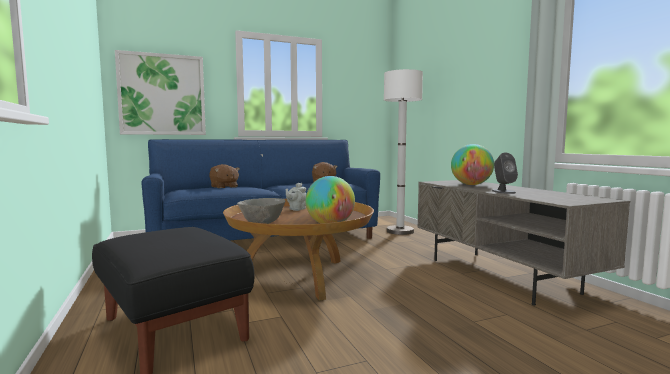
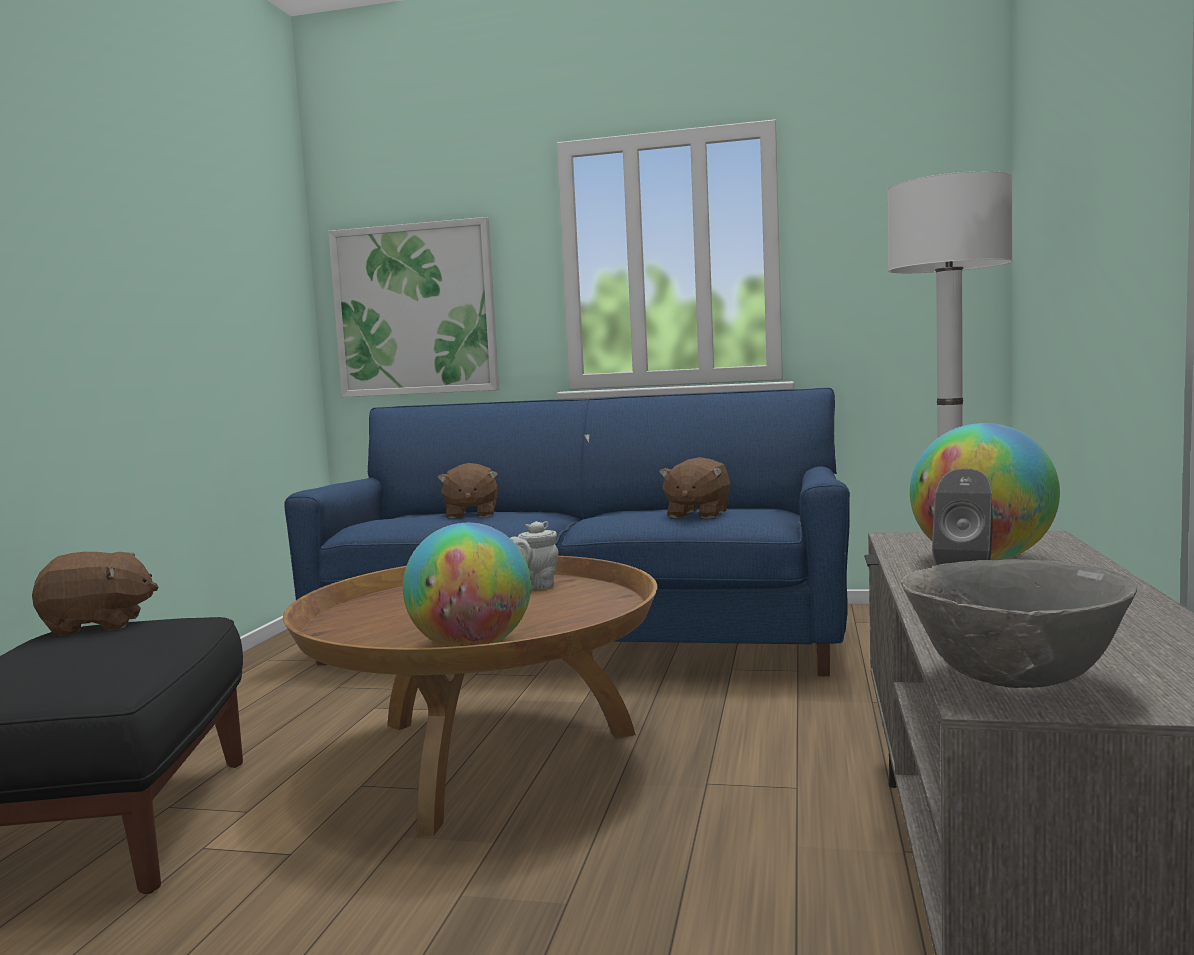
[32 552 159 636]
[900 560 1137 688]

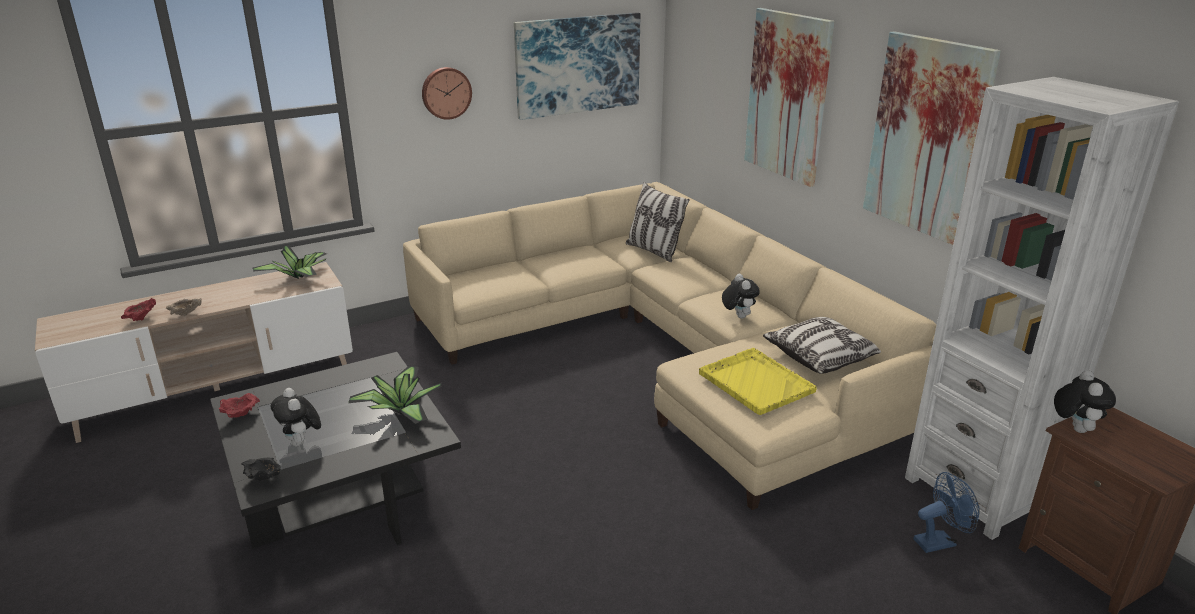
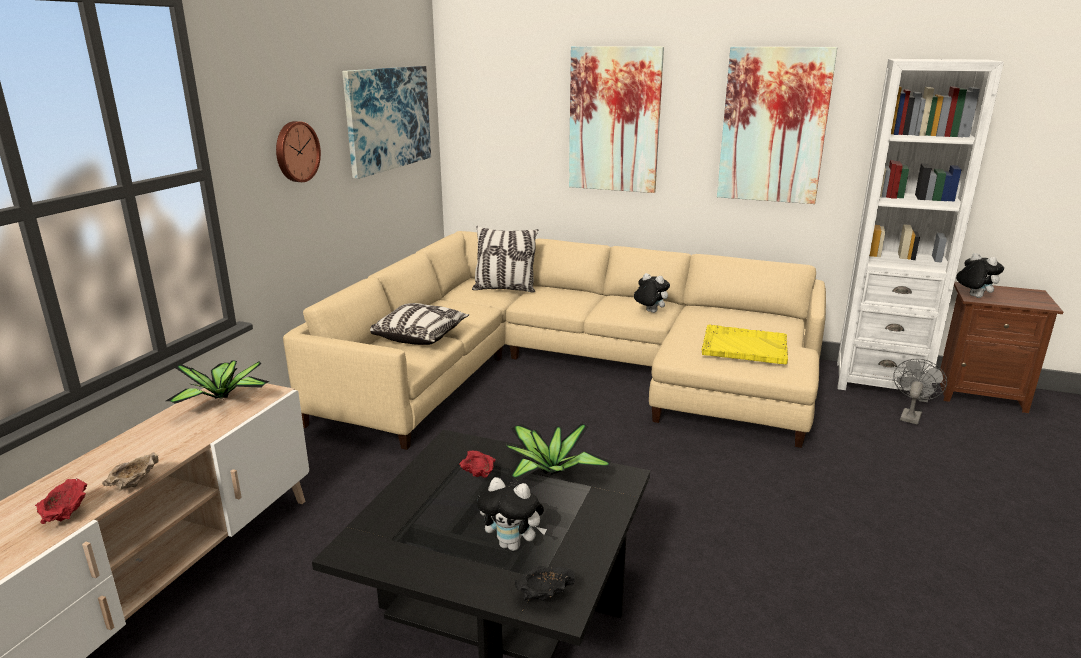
[370 303 469 345]
[459 451 496 478]
[893 359 947 425]

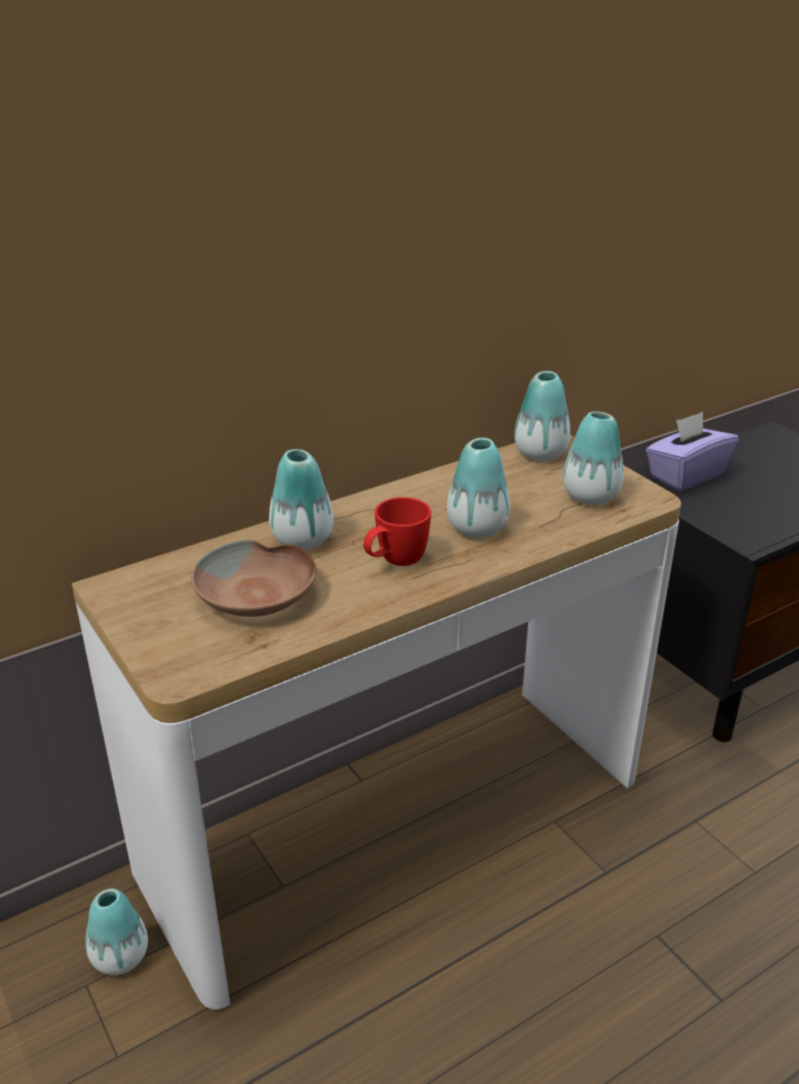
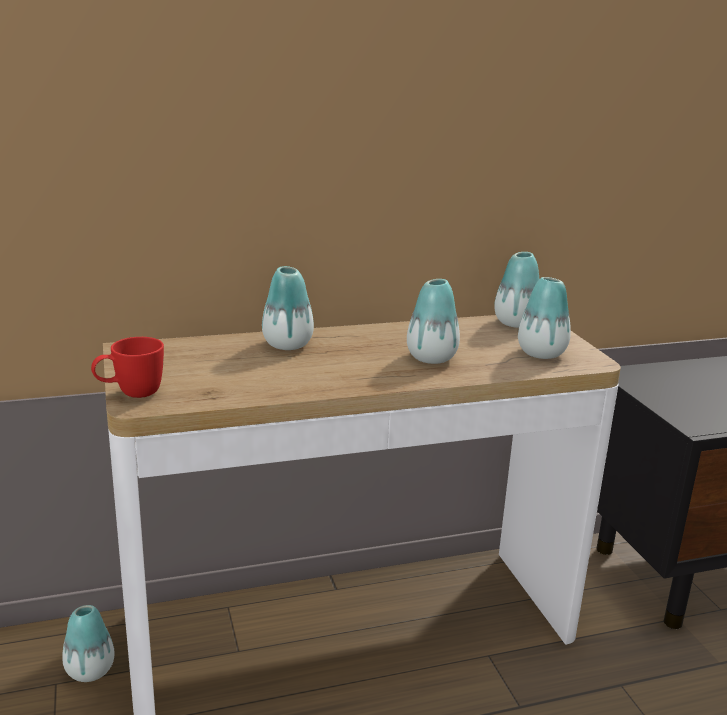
[91 337 164 398]
[191 539 316 617] (first image)
[646 412 739 491] (first image)

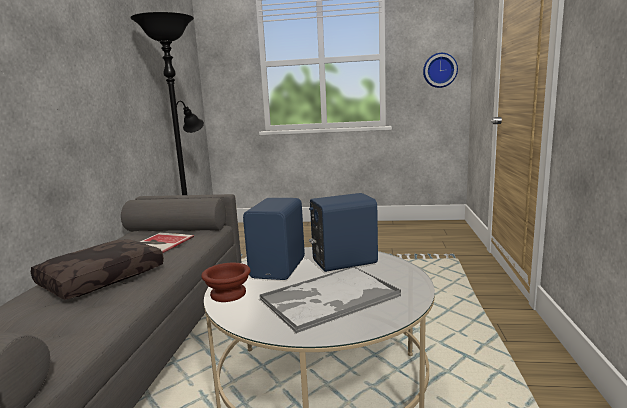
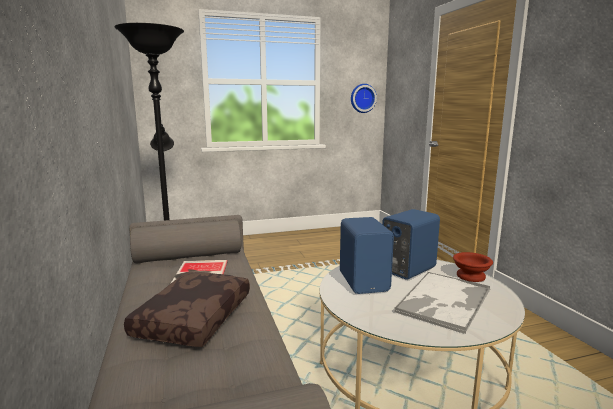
[453 252 493 282]

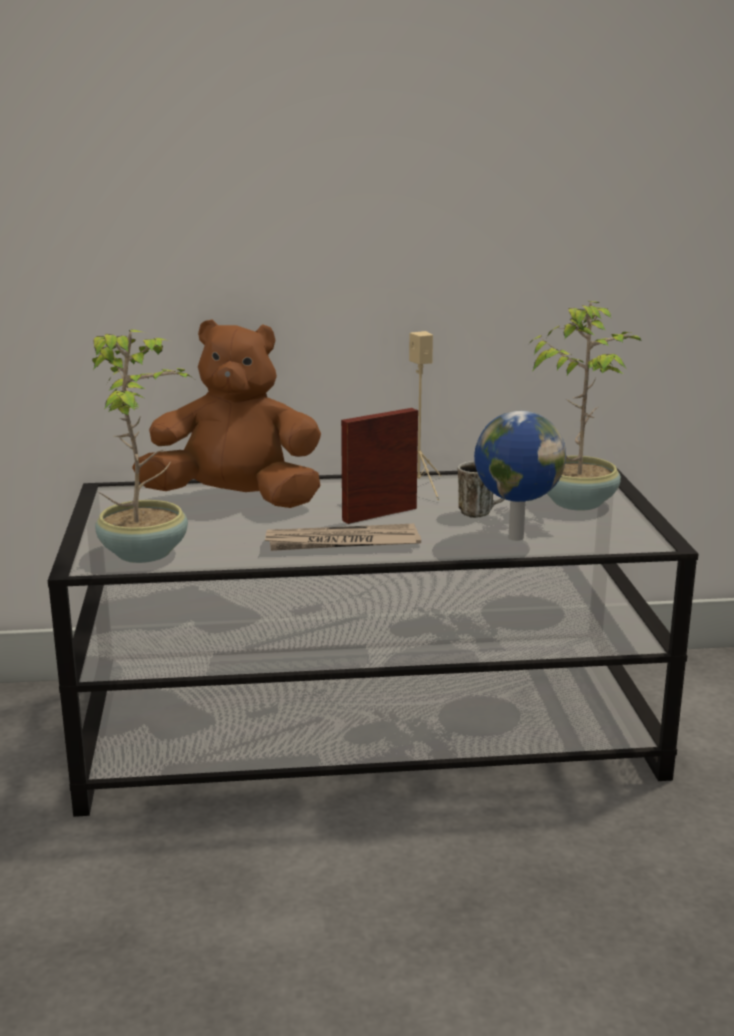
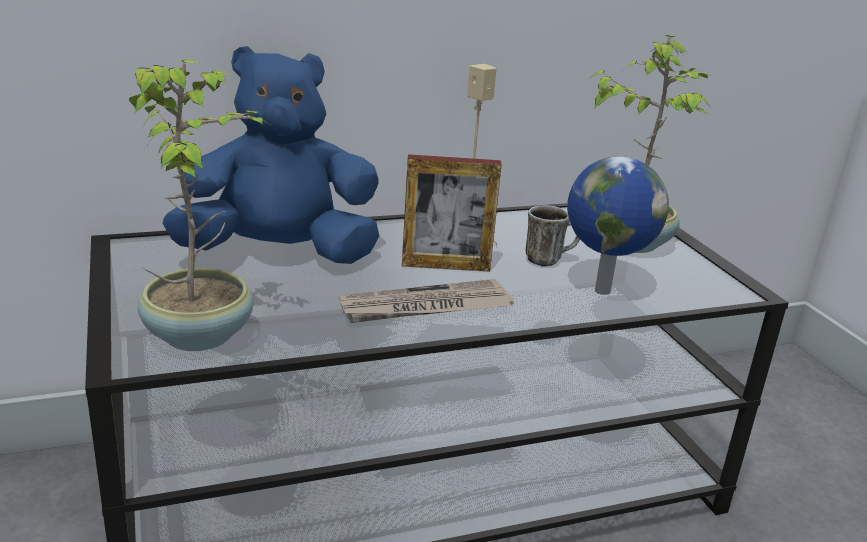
[163 46 379 264]
[402 154 502 272]

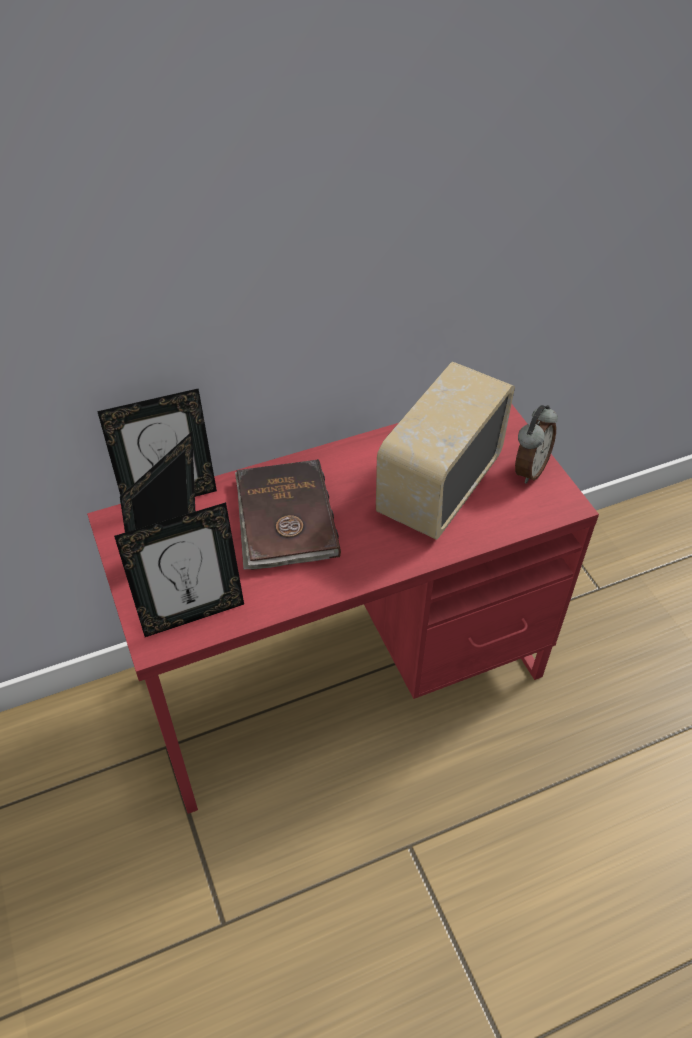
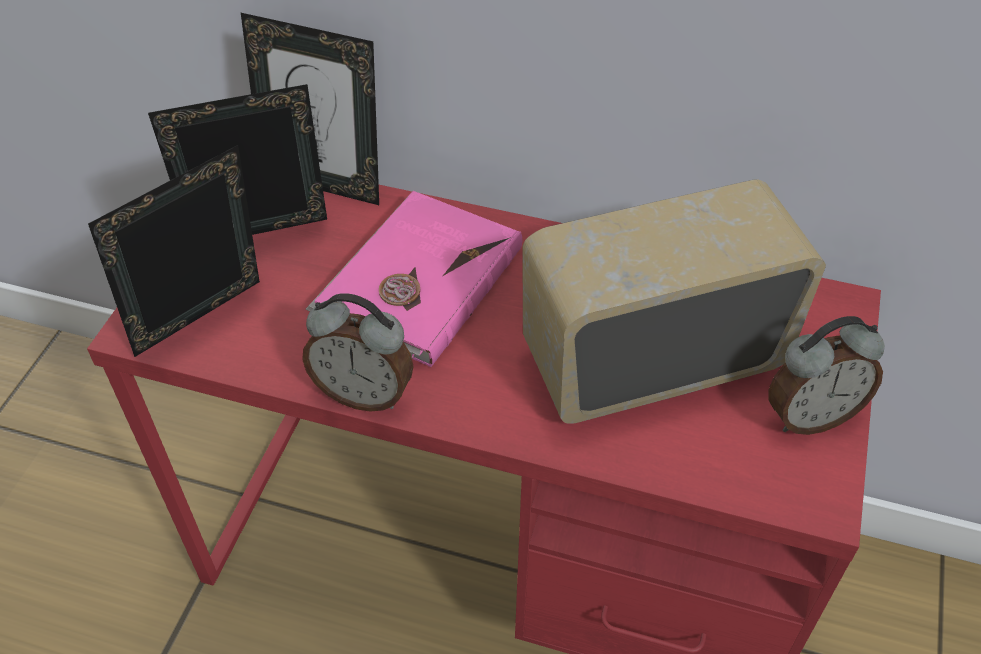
[88 145 260 357]
[302 293 414 412]
[306 191 522 367]

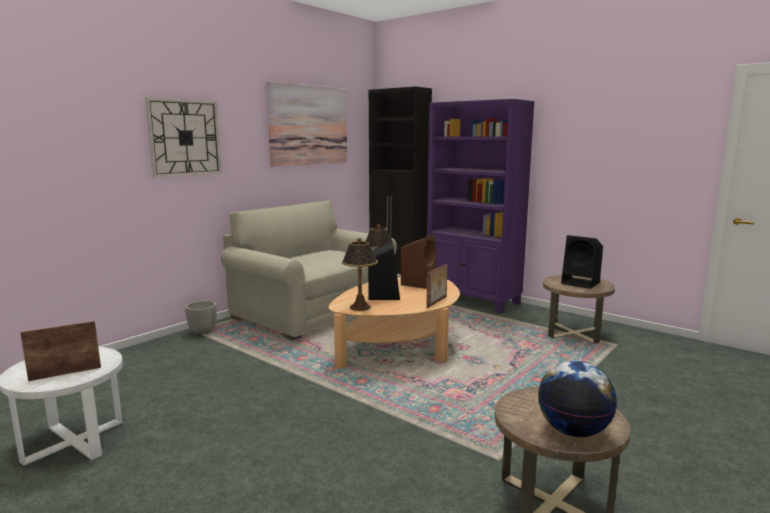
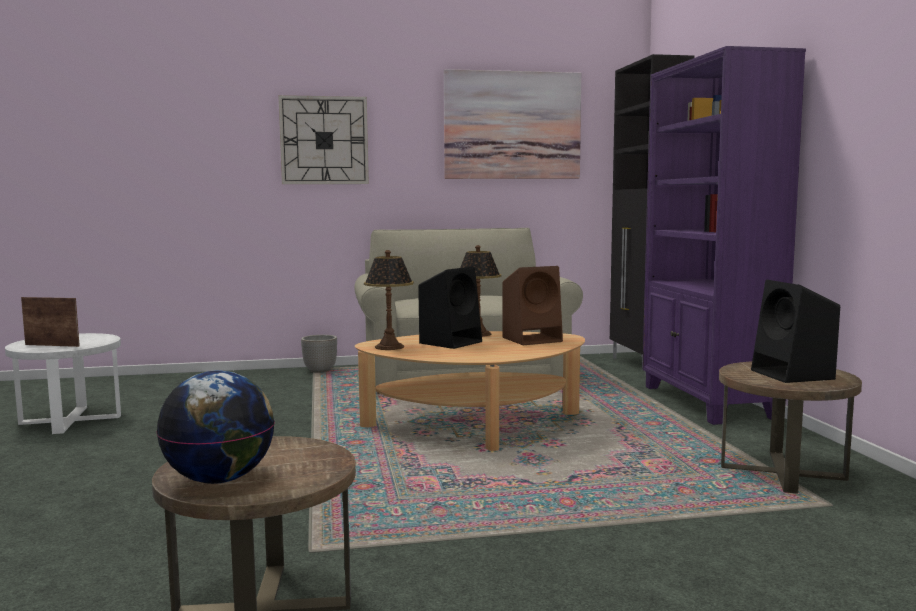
[426 264 448 308] (first image)

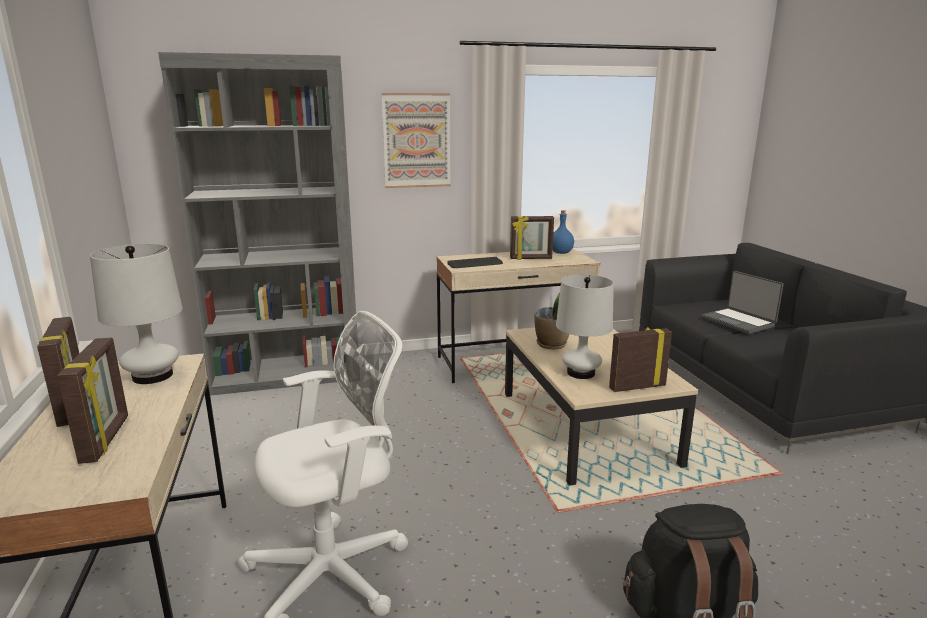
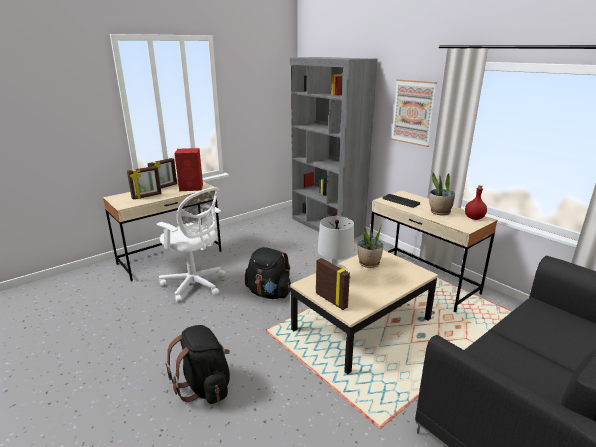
[175 148 203 191]
[245 247 291 299]
[429 173 455 215]
[465 185 487 220]
[701 271 784 334] (first image)

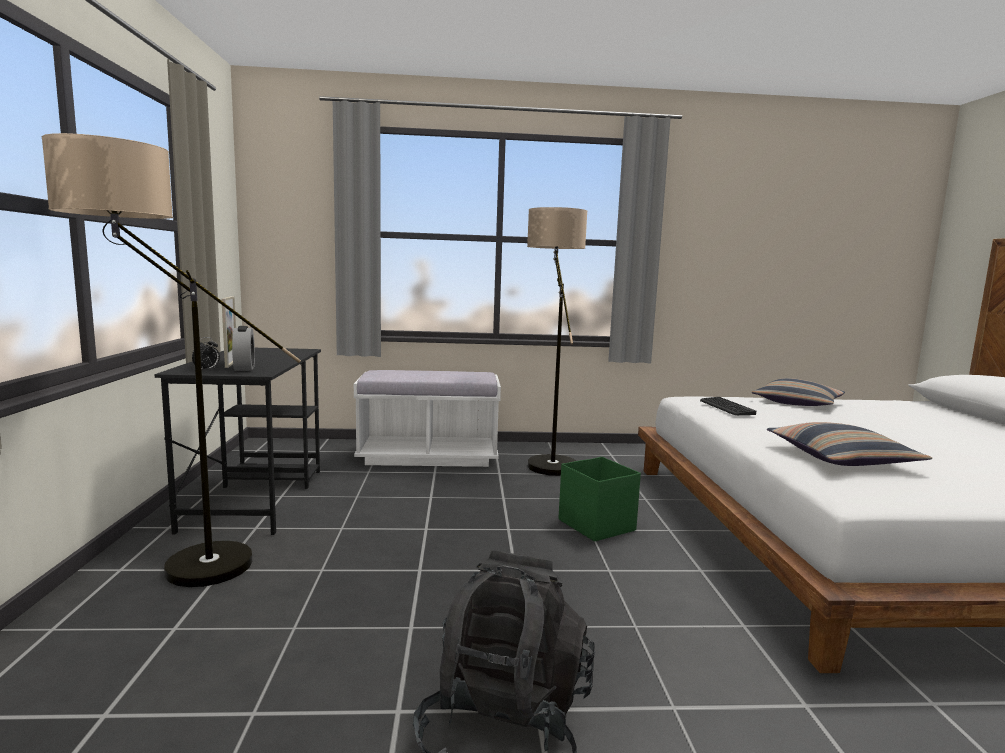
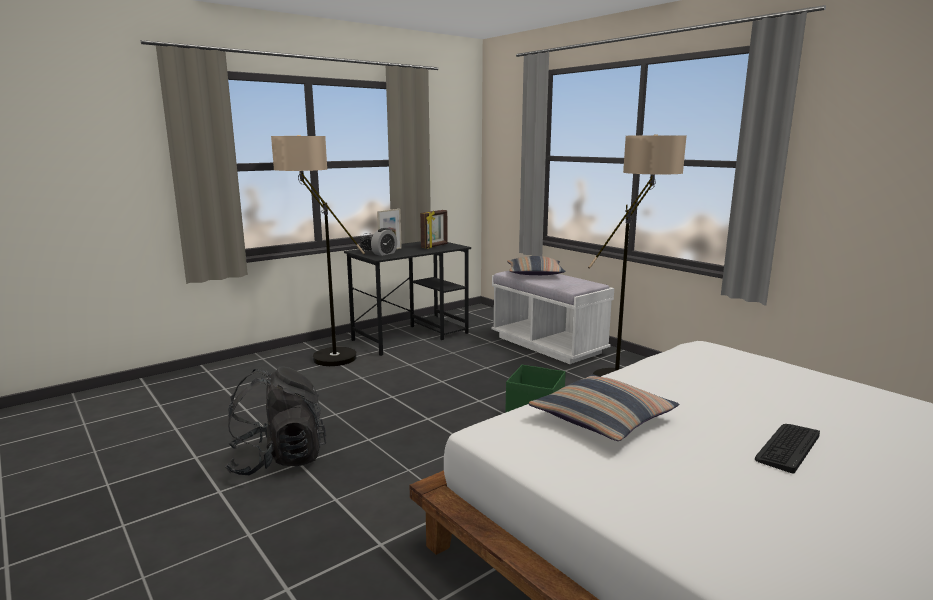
[420 210 448 248]
[507 256 565 275]
[755 424 820 473]

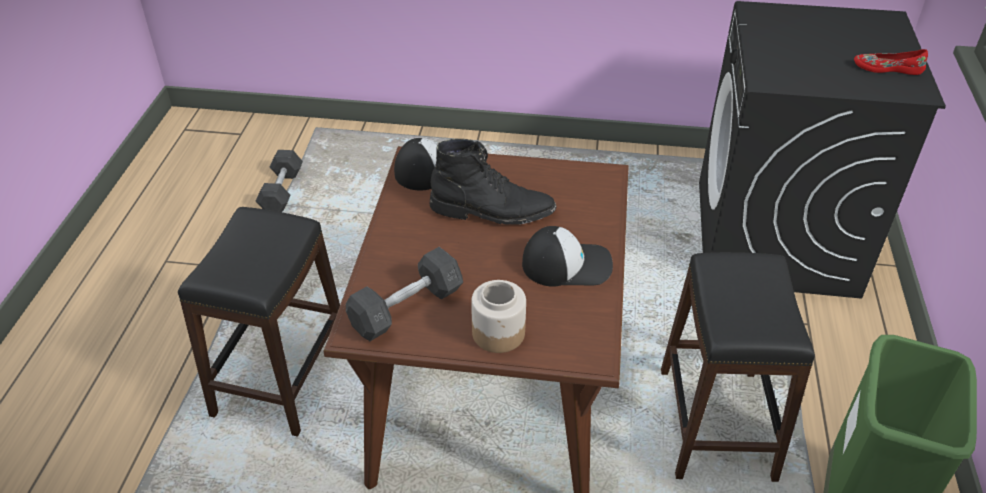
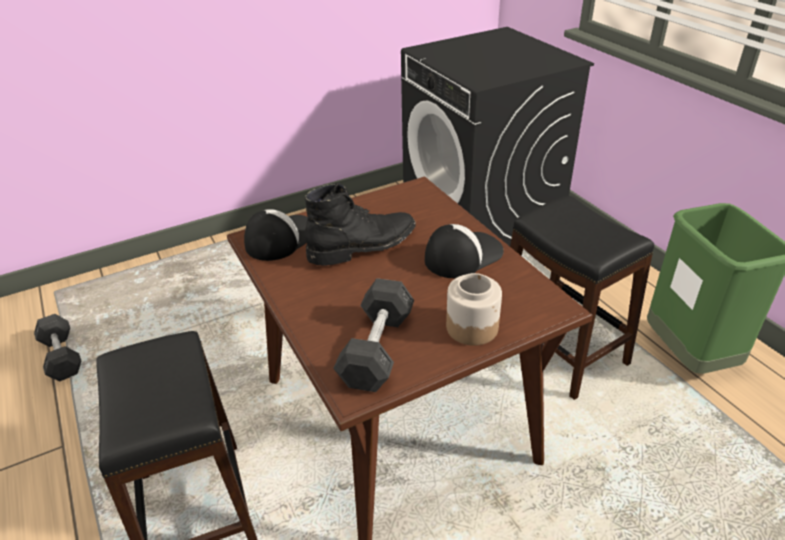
[854 49 928 75] (first image)

